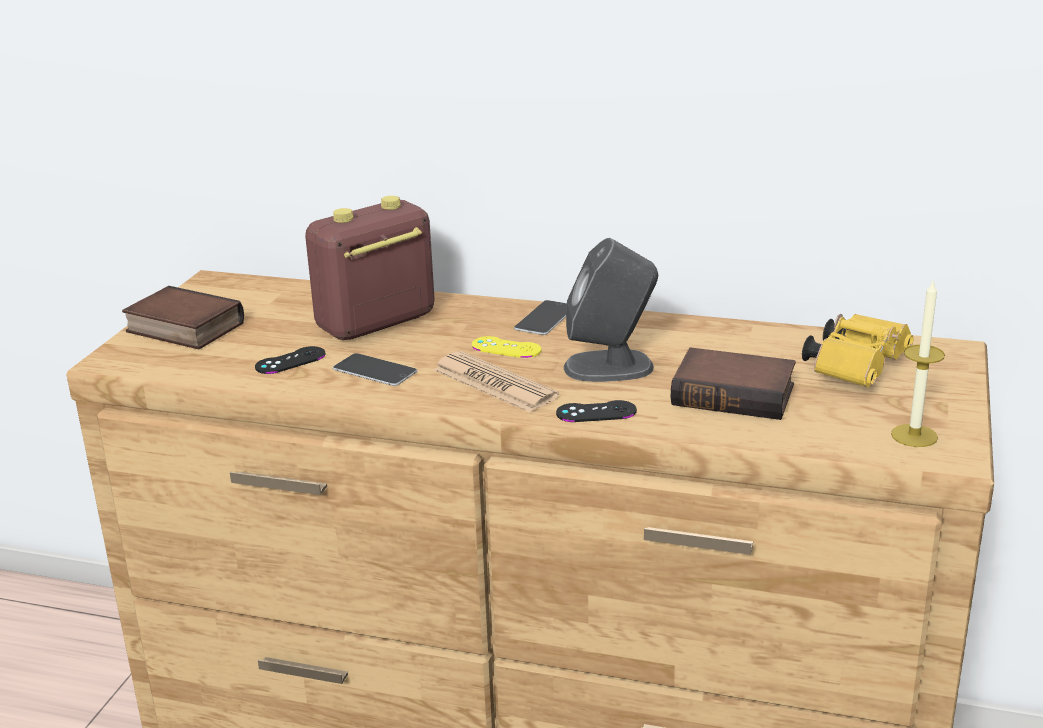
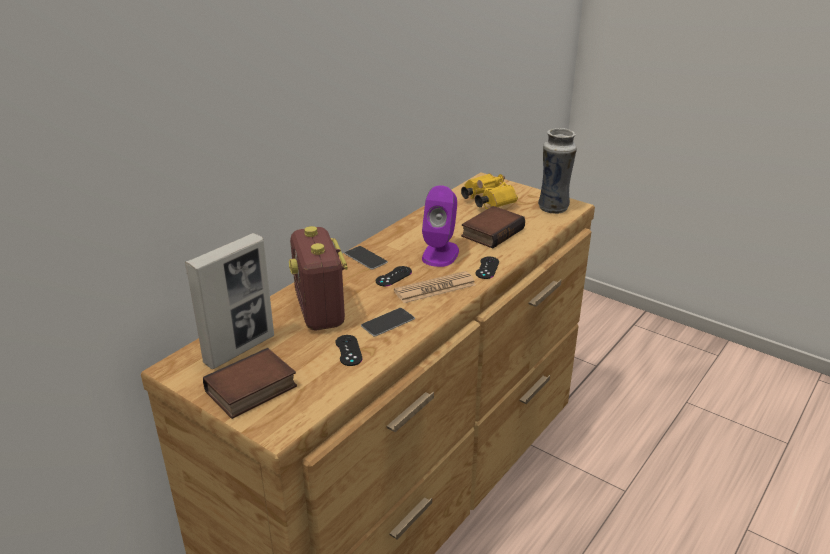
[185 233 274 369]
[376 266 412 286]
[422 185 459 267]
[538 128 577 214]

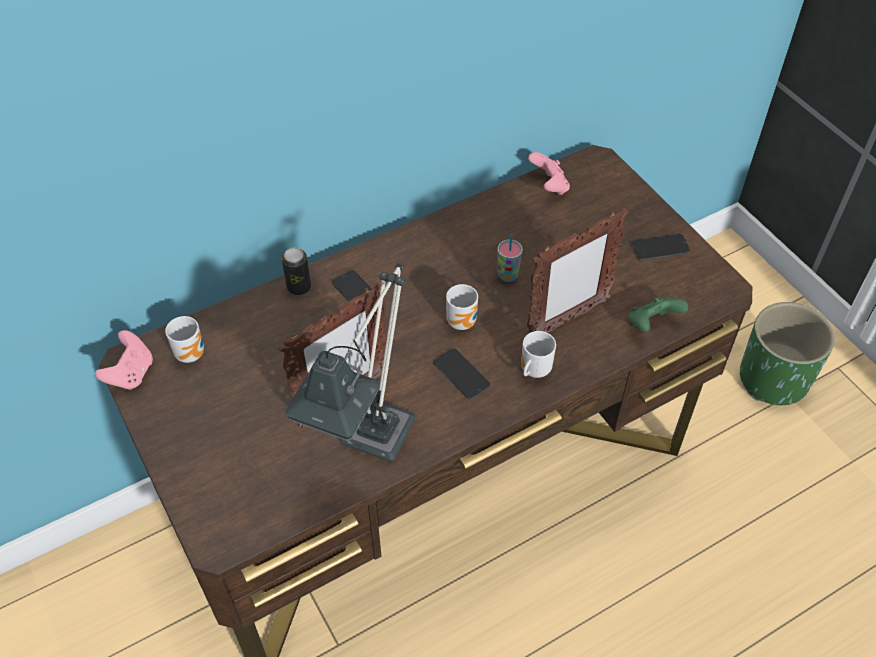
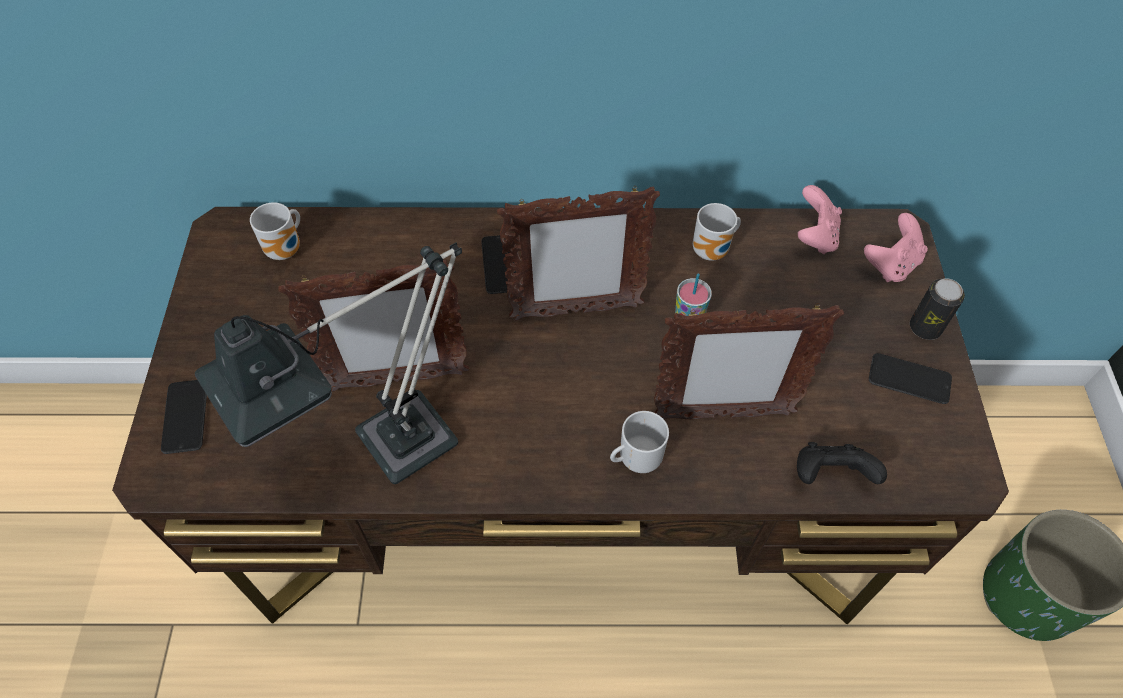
[161 380 207 454]
[497 186 660 321]
[693 203 741 261]
[797 442 887 484]
[864 213 928 282]
[910 278 965 340]

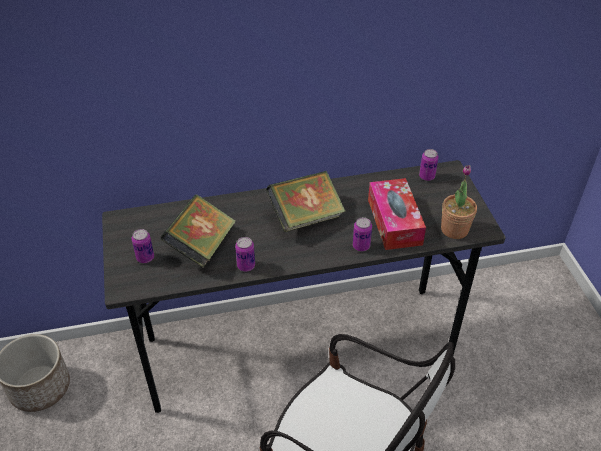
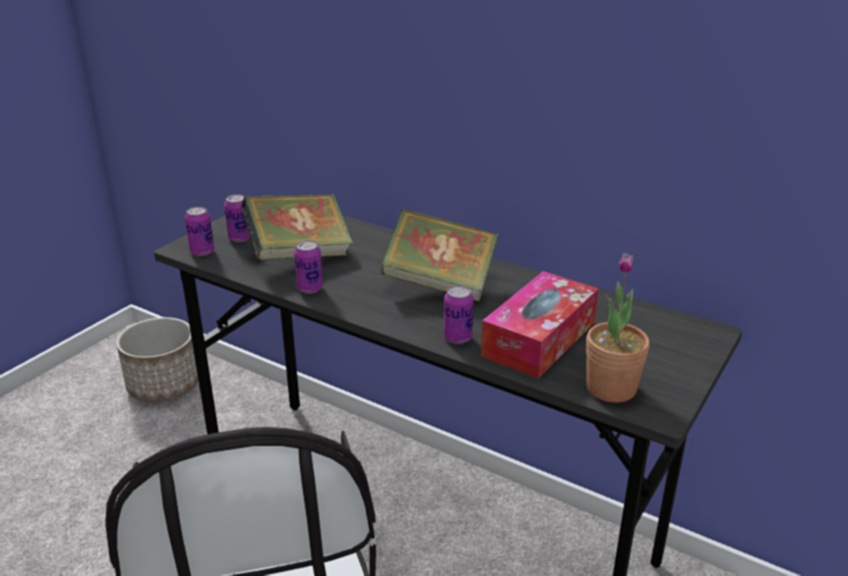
[185 207 214 256]

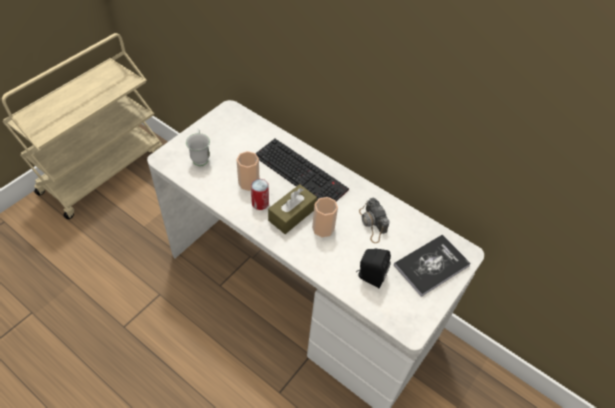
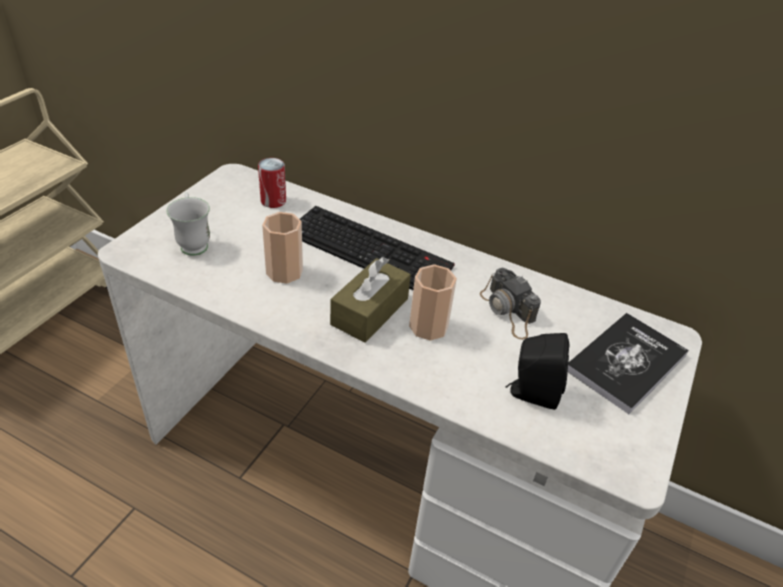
[258 158 286 208]

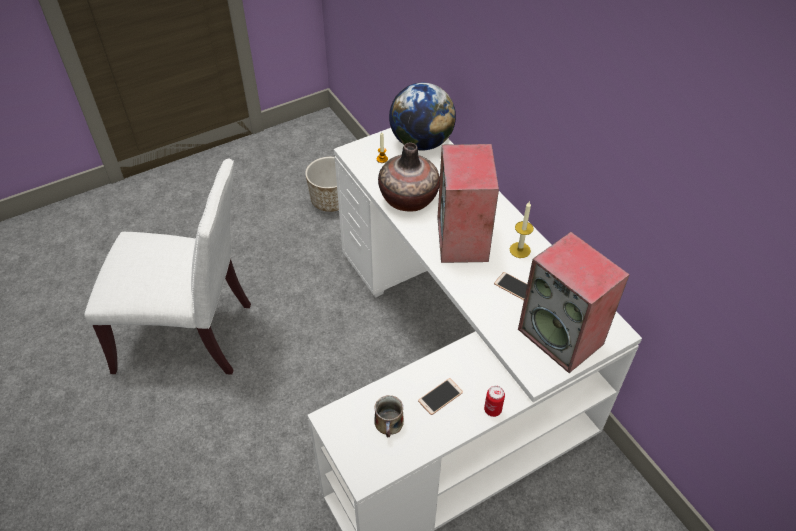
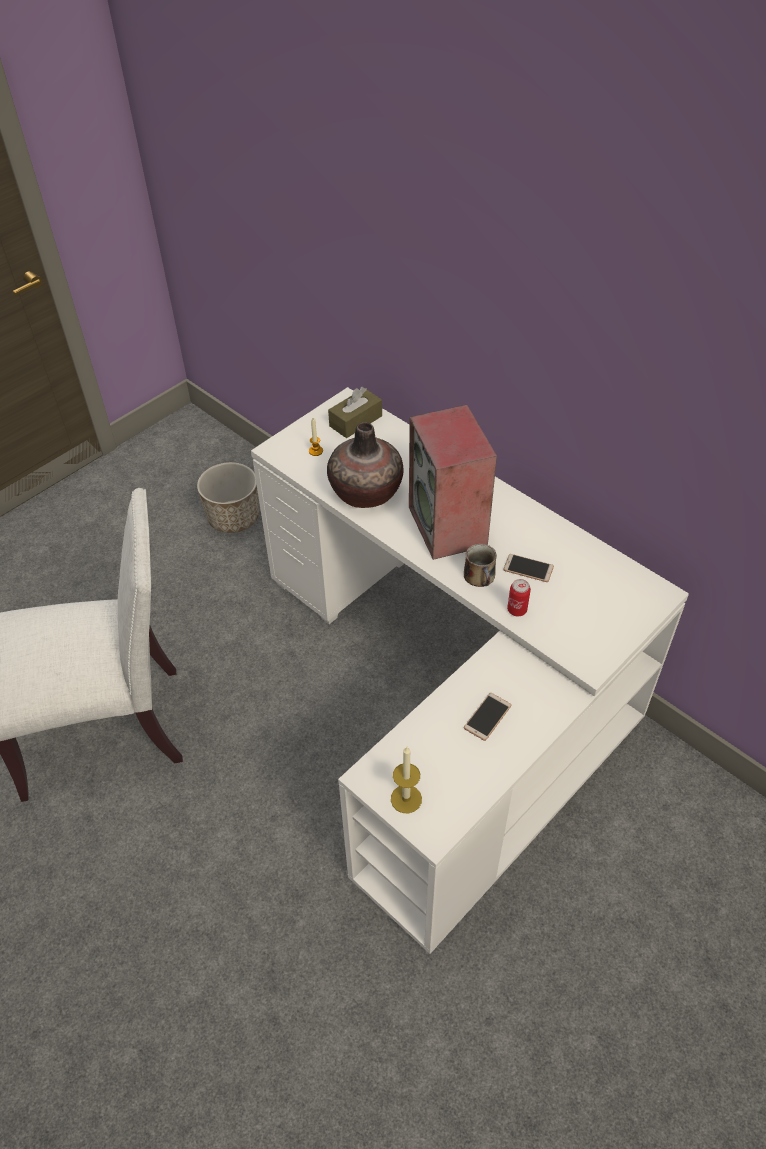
[328 387 382 438]
[391 747 422 814]
[464 544 497 587]
[507 579 531 616]
[518 232 630 373] (first image)

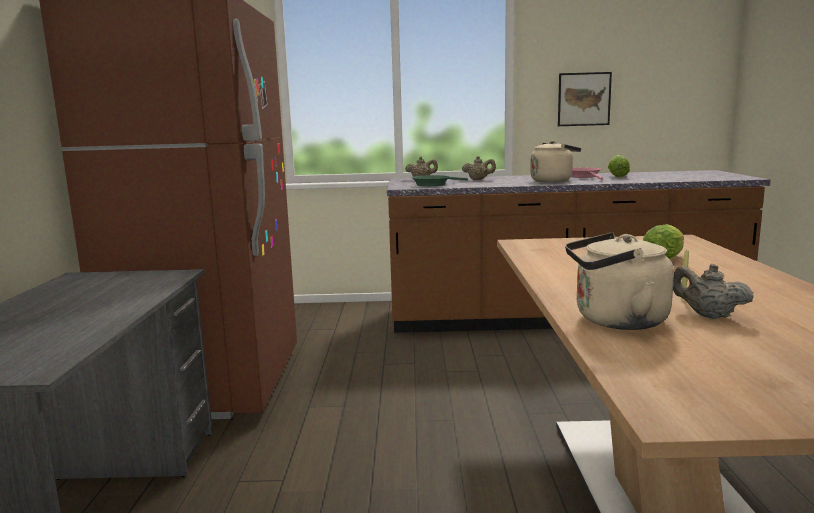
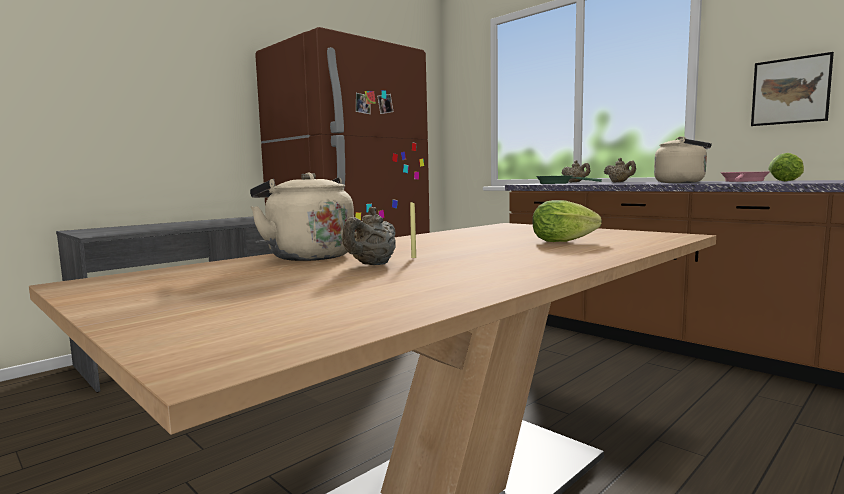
[342 207 396 265]

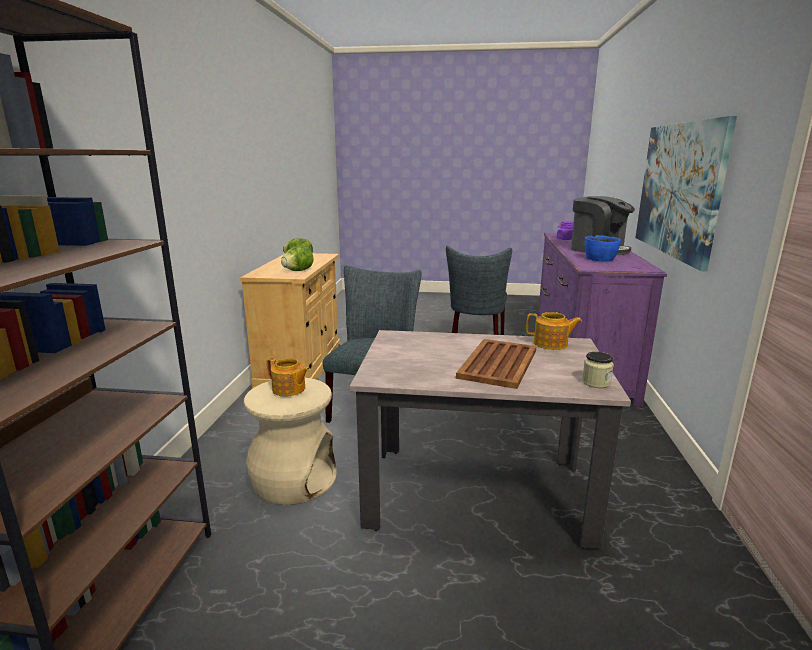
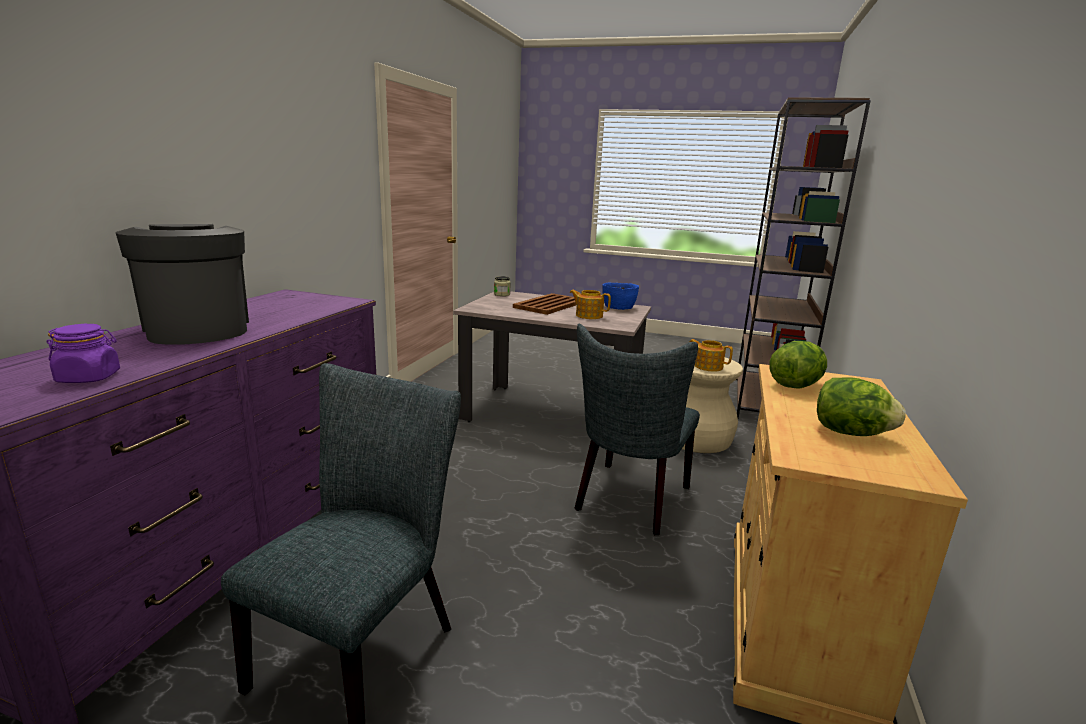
[570 290 611 319]
[602 283 639 310]
[635 116 737 271] (first image)

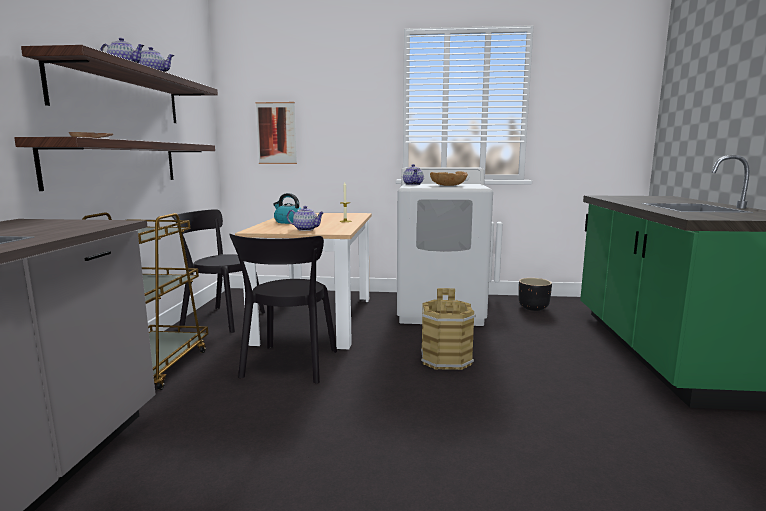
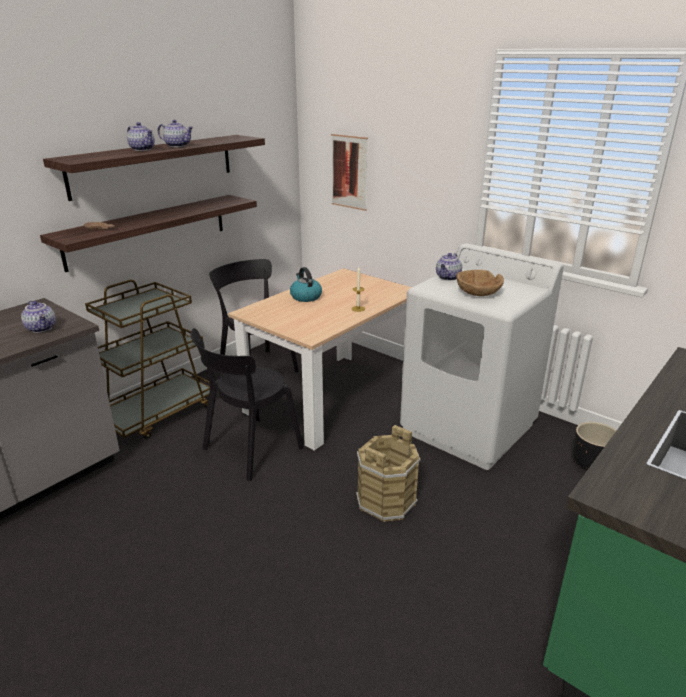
[21 301 56 333]

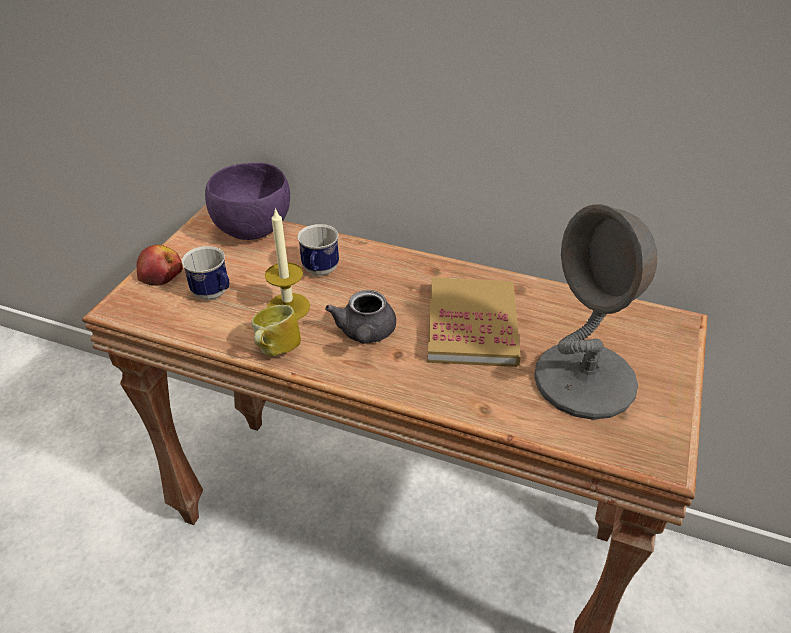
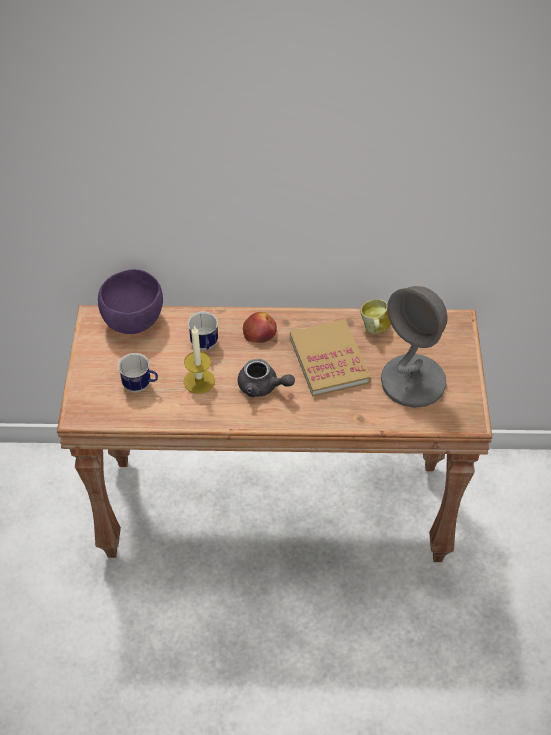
[238 359 295 397]
[243 312 277 343]
[361 299 391 334]

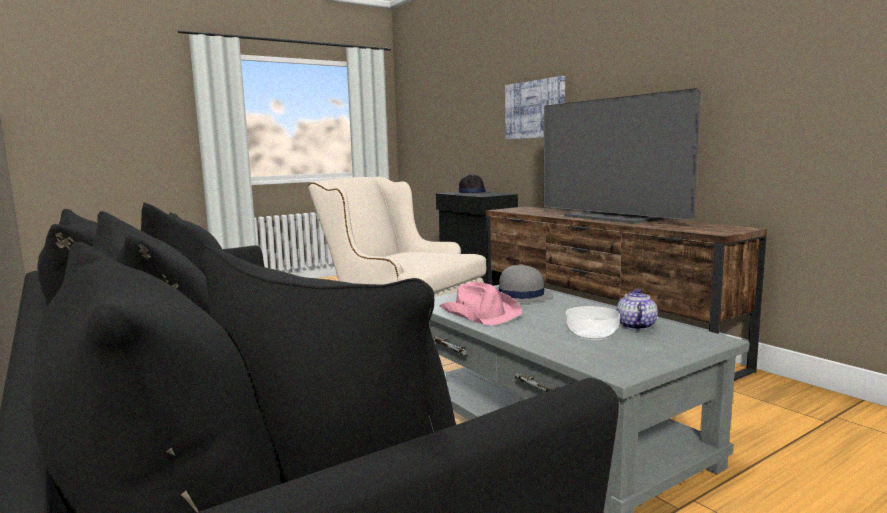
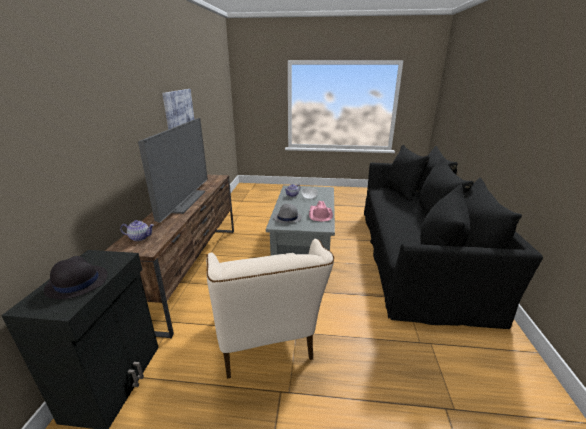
[120 220 154 241]
[162 89 194 129]

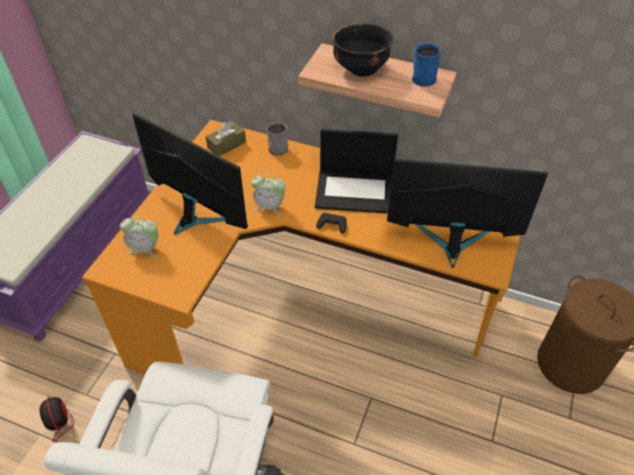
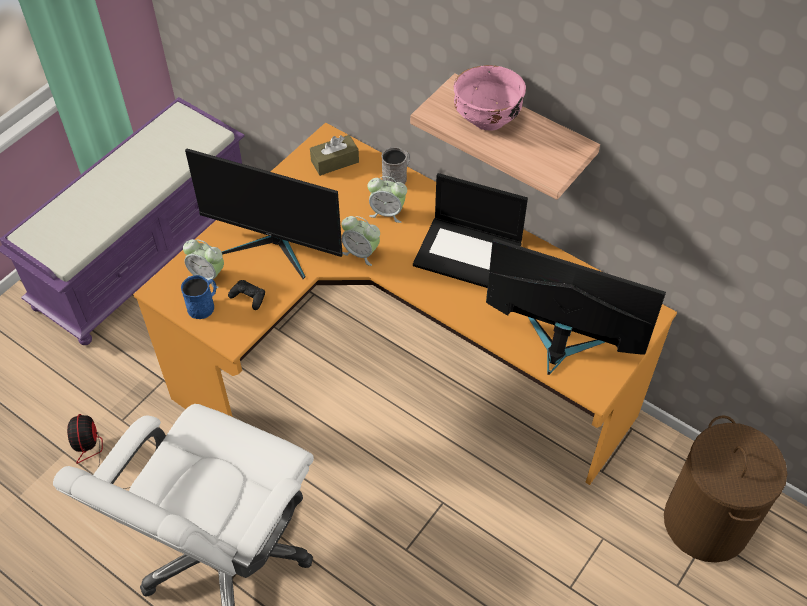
[181 275 217 319]
[185 149 343 279]
[228 280 265 310]
[367 176 407 223]
[454 65 526 131]

